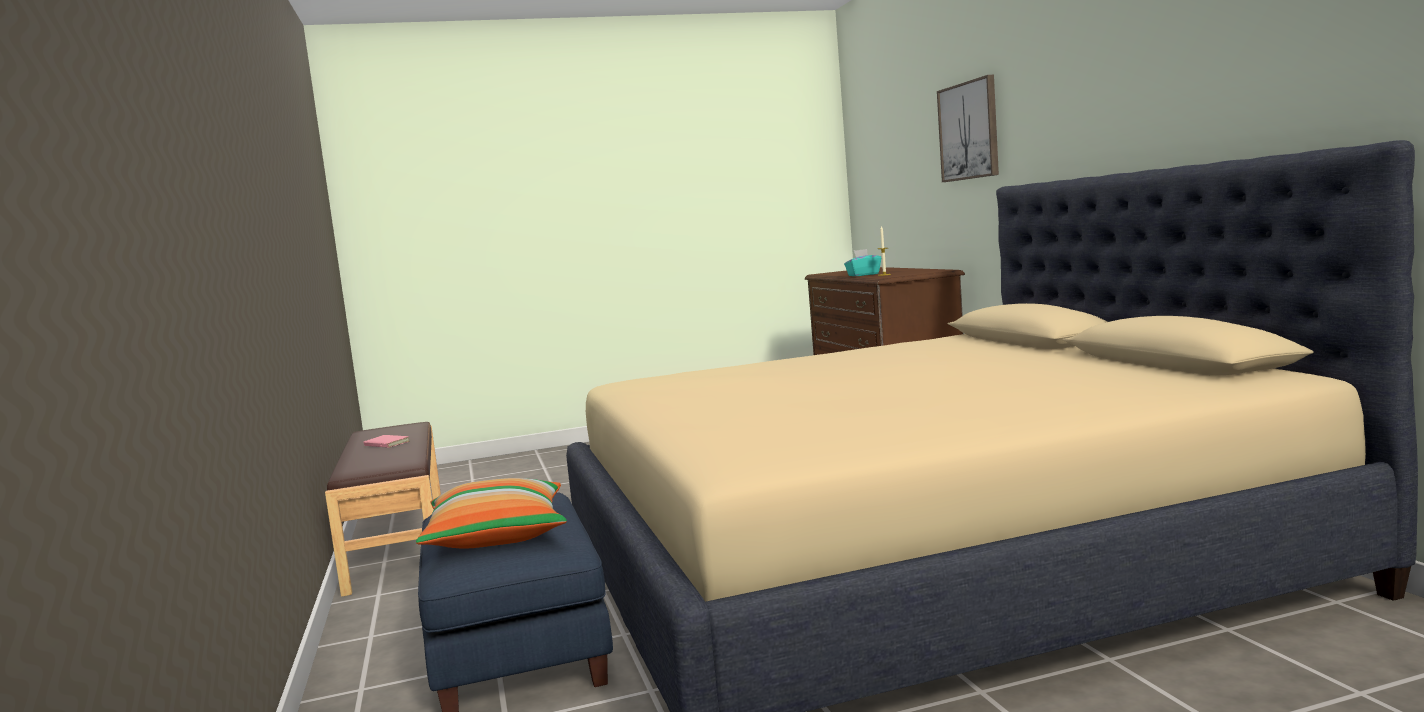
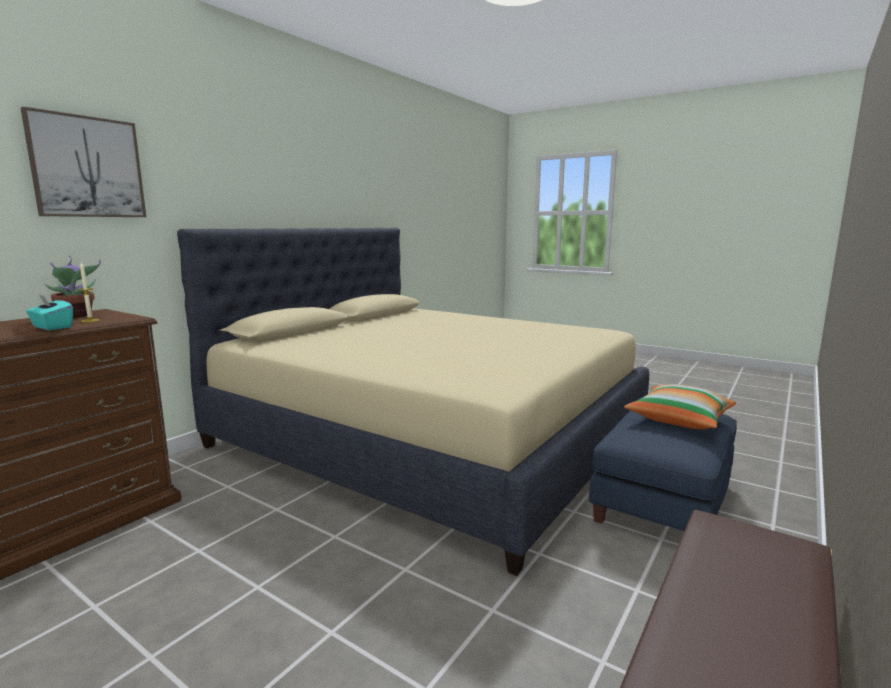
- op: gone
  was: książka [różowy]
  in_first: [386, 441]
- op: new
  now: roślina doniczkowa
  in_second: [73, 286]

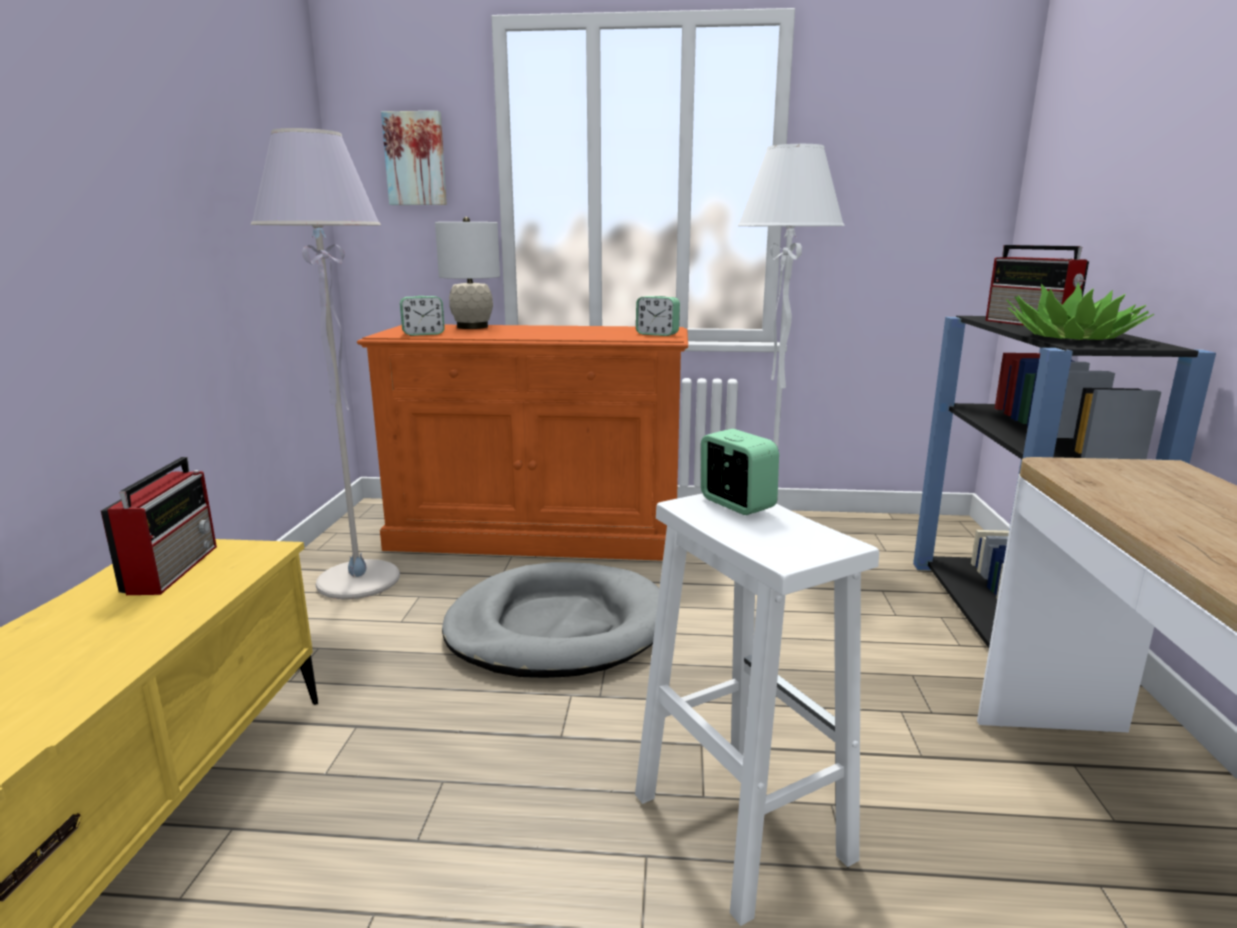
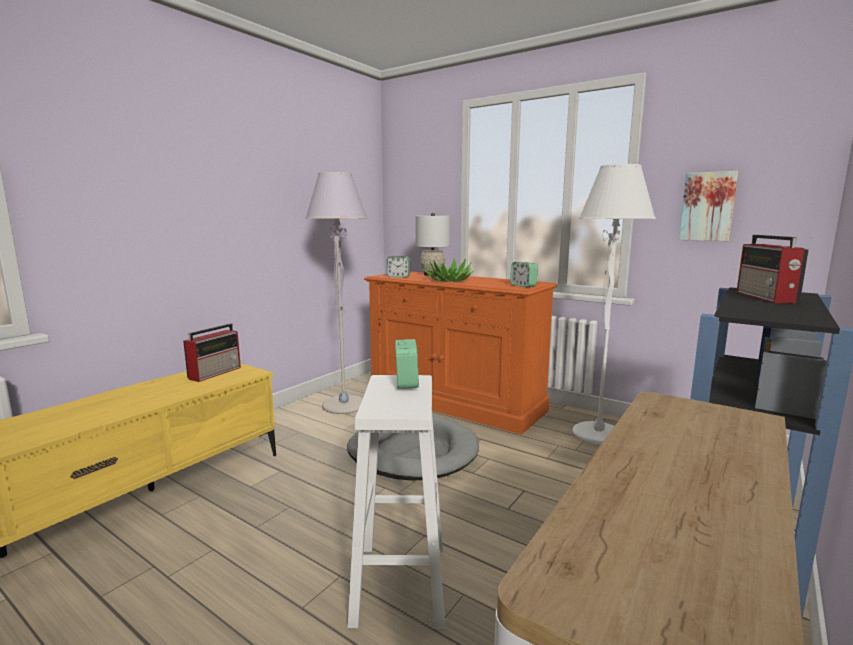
- op: shifted
  was: obraz
  in_first: [414, 158]
  in_second: [708, 206]
- op: shifted
  was: roślina doniczkowa
  in_first: [1080, 311]
  in_second: [449, 269]

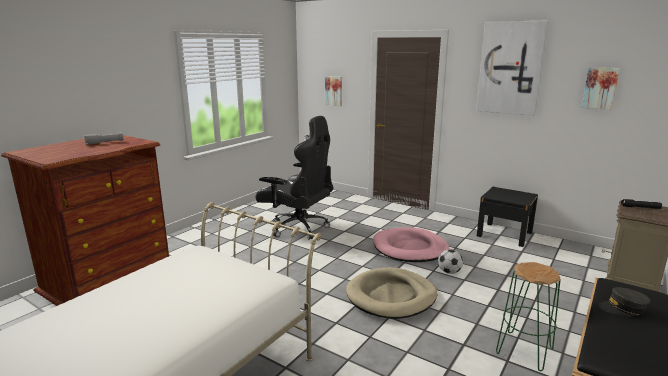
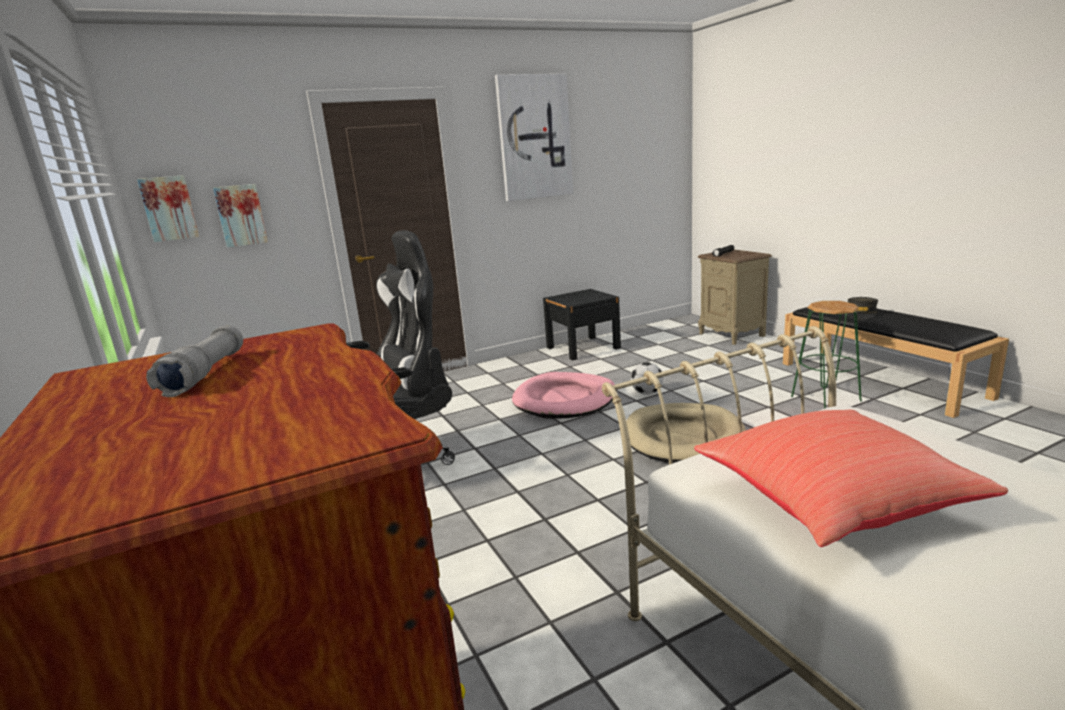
- op: shifted
  was: obraz
  in_first: [601, 88]
  in_second: [168, 208]
- op: new
  now: poduszka [czerwony]
  in_second: [851, 478]

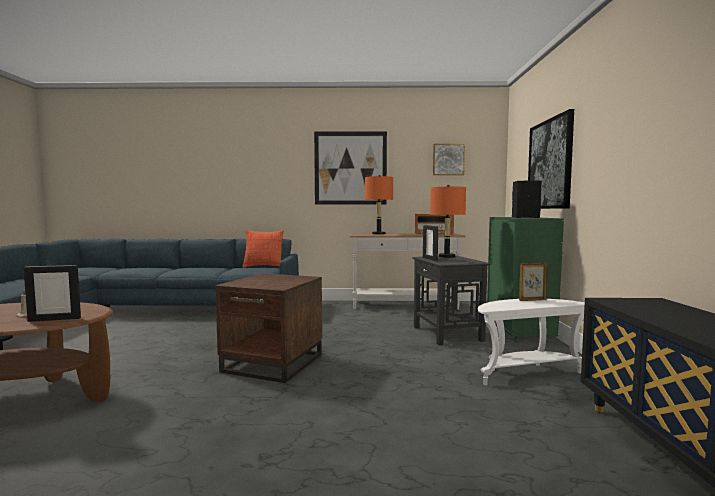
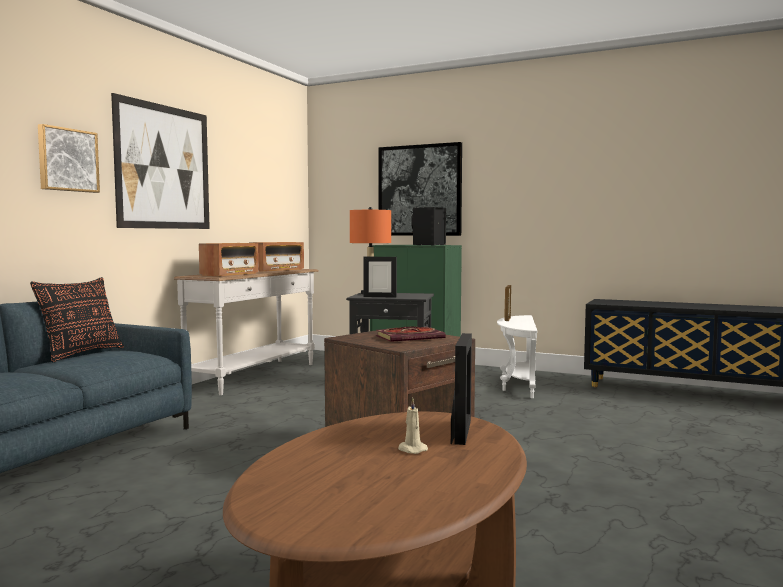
- op: repainted
  was: poduszka [pomarańczowy]
  now: poduszka [czarny]
  in_first: [263, 249]
  in_second: [77, 319]
- op: swapped
  was: lampa stołowa [pomarańczowy]
  now: radio
  in_first: [379, 205]
  in_second: [229, 259]
- op: shifted
  was: obraz
  in_first: [449, 159]
  in_second: [69, 158]
- op: new
  now: książka
  in_second: [411, 334]

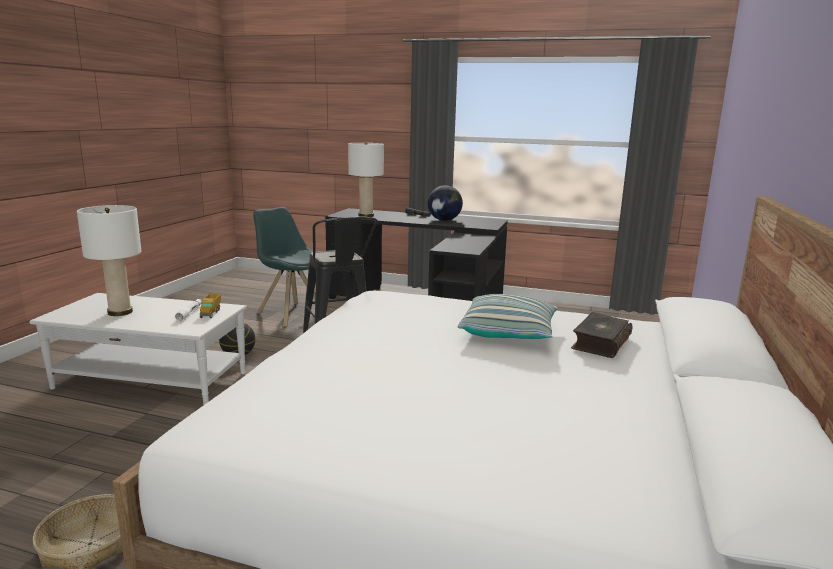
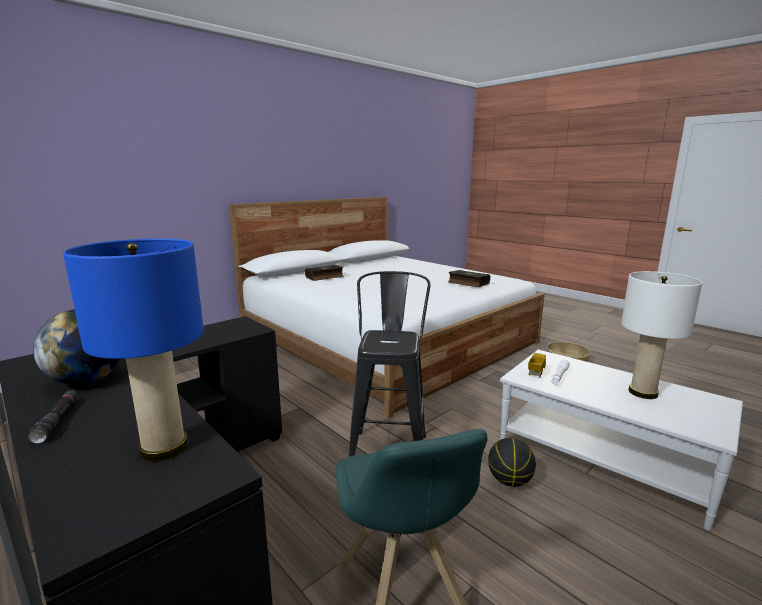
- op: repainted
  was: lampa stołowa [biały]
  now: lampa stołowa [niebieski]
  in_first: [366, 180]
  in_second: [133, 350]
- op: gone
  was: poduszka
  in_first: [508, 316]
- op: new
  now: książka
  in_second: [469, 278]

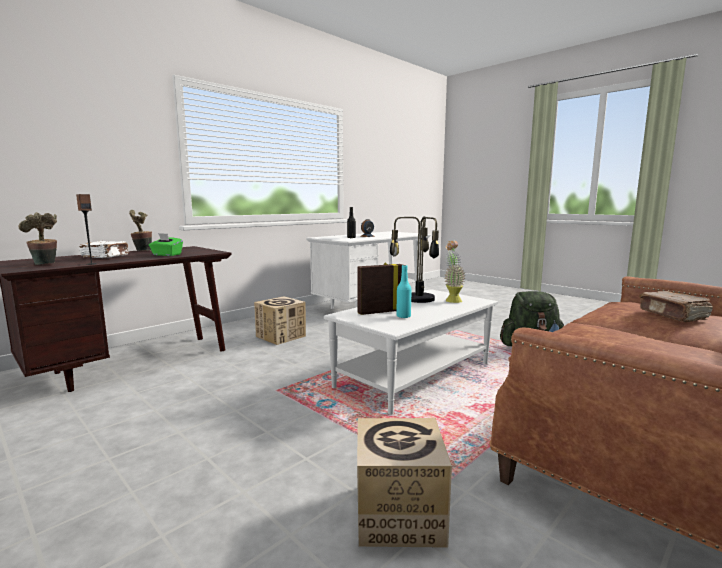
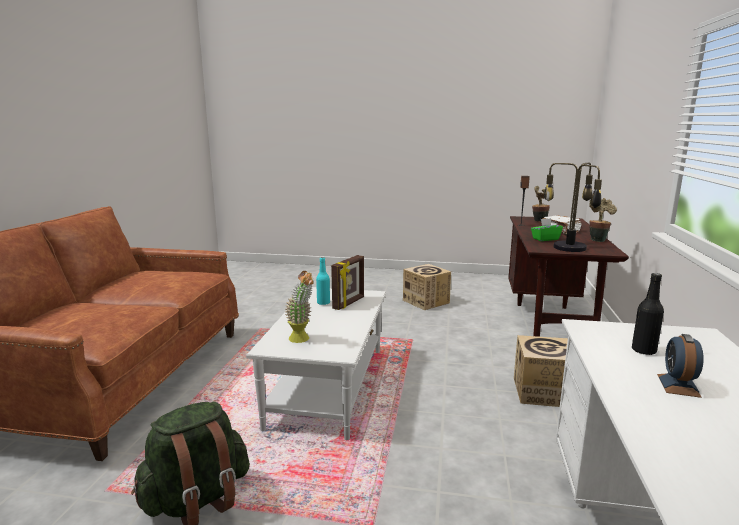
- op: shifted
  was: karton
  in_first: [404, 483]
  in_second: [427, 287]
- op: shifted
  was: lampa stołowa
  in_first: [414, 259]
  in_second: [573, 207]
- op: gone
  was: książka [brązowy]
  in_first: [676, 306]

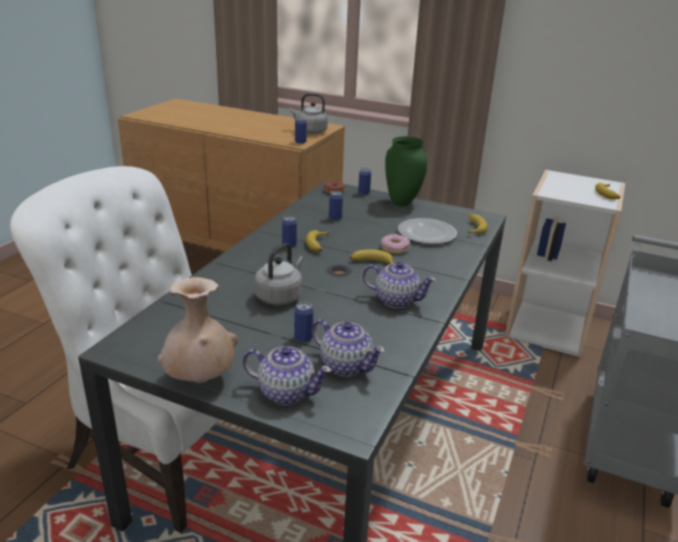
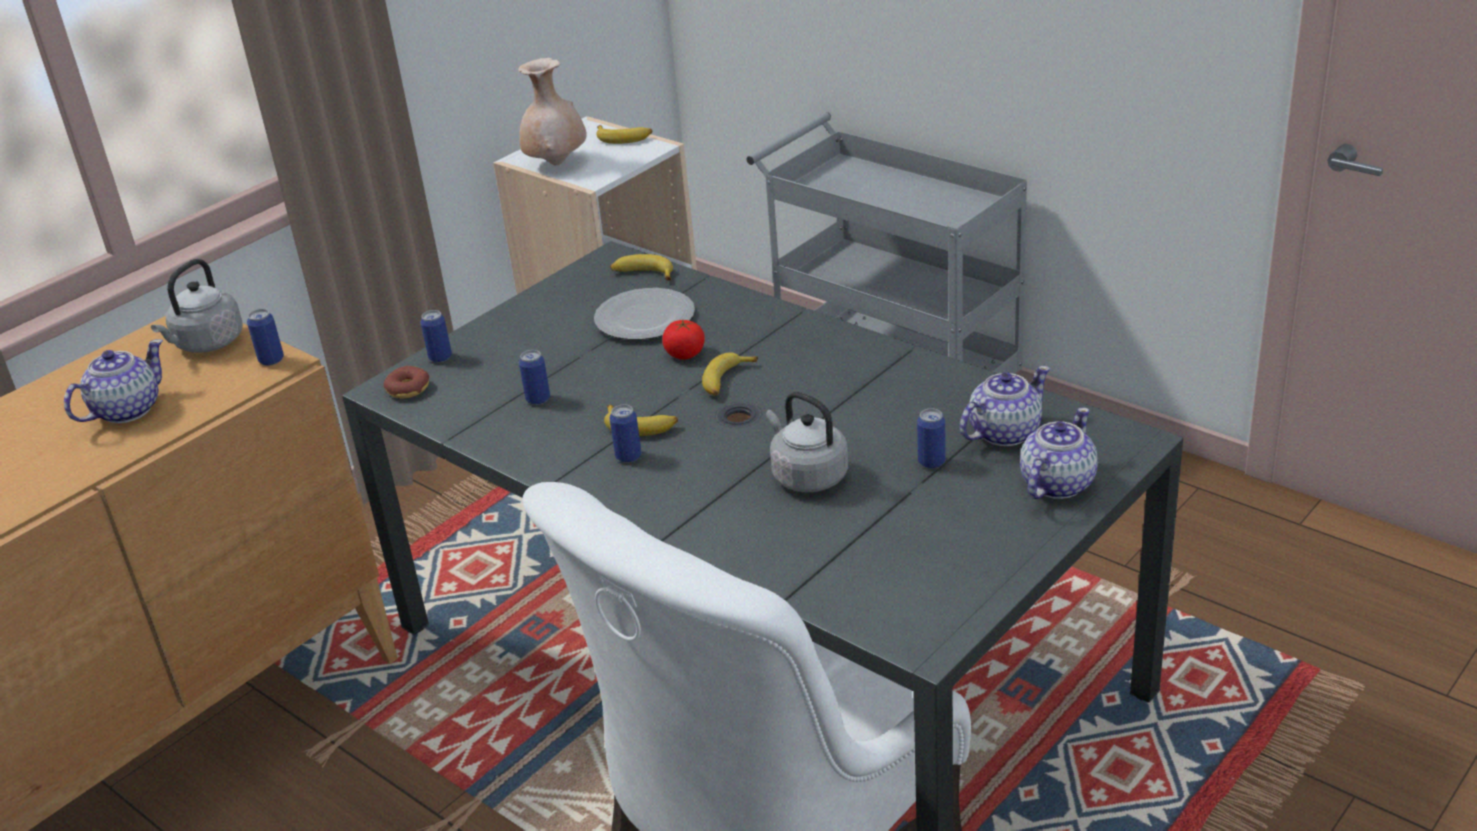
- op: shifted
  was: wazon [beżowy]
  in_first: [198, 330]
  in_second: [552, 111]
- op: shifted
  was: imbryk
  in_first: [399, 285]
  in_second: [113, 381]
- op: swapped
  was: donut
  now: pomidor
  in_first: [395, 244]
  in_second: [683, 340]
- op: gone
  was: wazon [zielony]
  in_first: [406, 171]

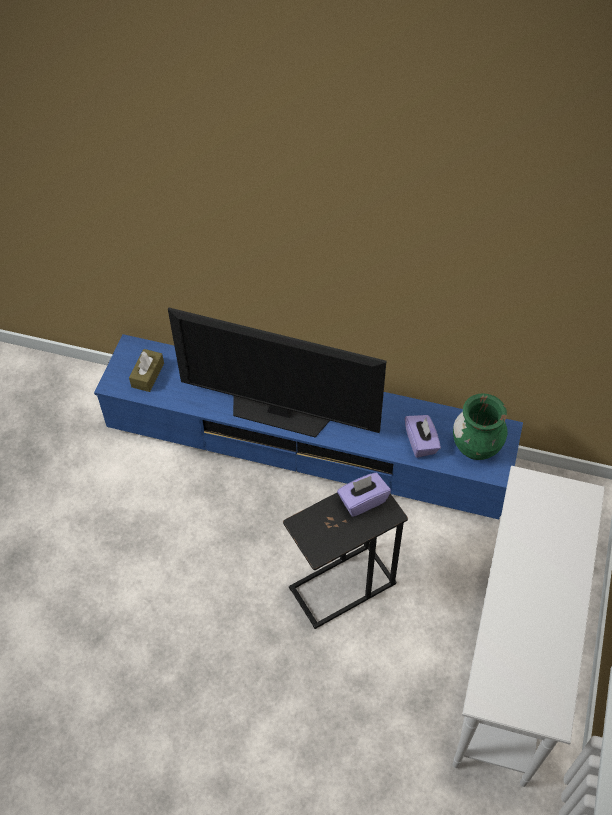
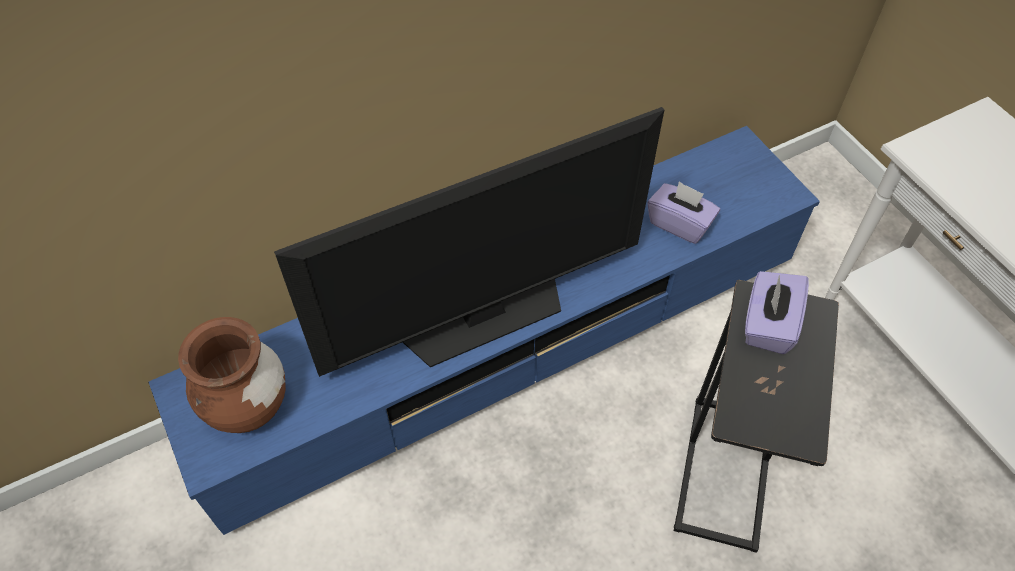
- op: swapped
  was: pudełko chusteczek [brązowy]
  now: wazon [brązowy]
  in_first: [146, 370]
  in_second: [232, 375]
- op: gone
  was: wazon [zielony]
  in_first: [480, 426]

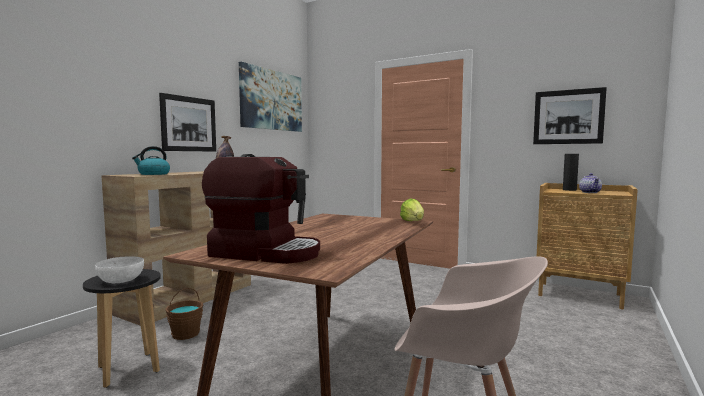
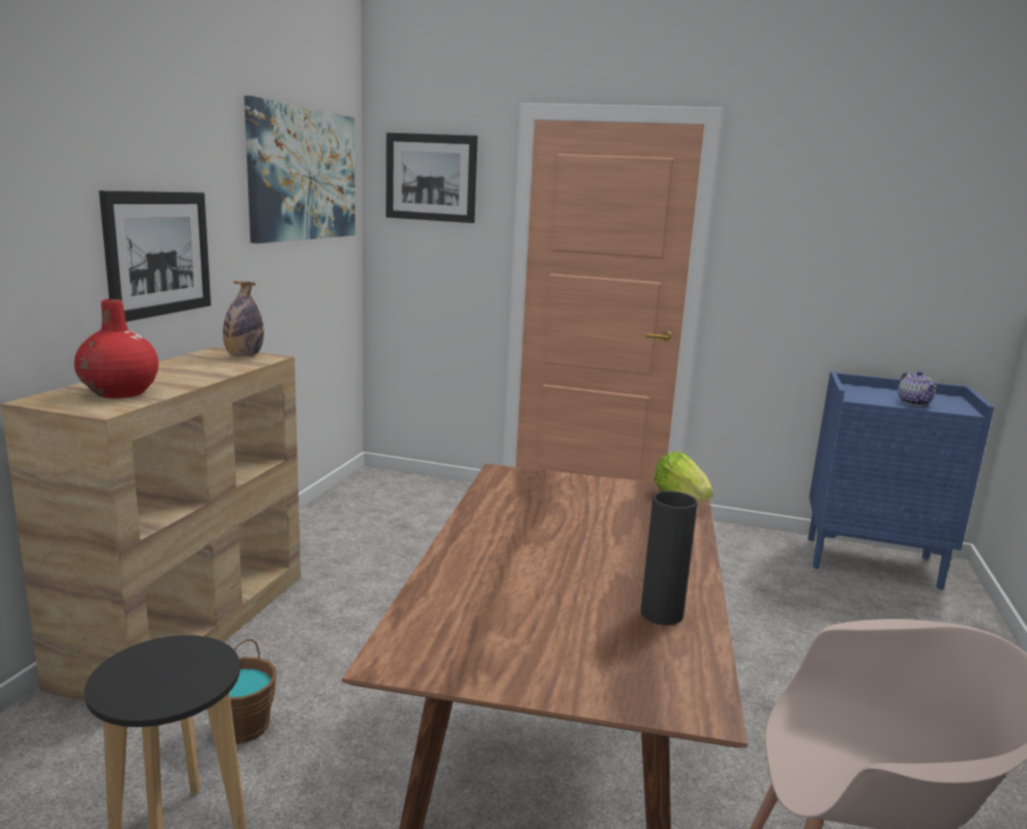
- op: gone
  was: miska [biały]
  in_first: [119, 269]
- op: swapped
  was: czajnik
  now: wazon [czerwony]
  in_first: [151, 160]
  in_second: [116, 348]
- op: gone
  was: ekspres do kawy
  in_first: [261, 209]
- op: shifted
  was: obraz
  in_first: [570, 115]
  in_second: [432, 178]
- op: repainted
  was: szafka [brązowy]
  now: szafka [niebieski]
  in_first: [587, 246]
  in_second: [901, 480]
- op: shifted
  was: wazon [czarny]
  in_first: [571, 172]
  in_second: [669, 558]

